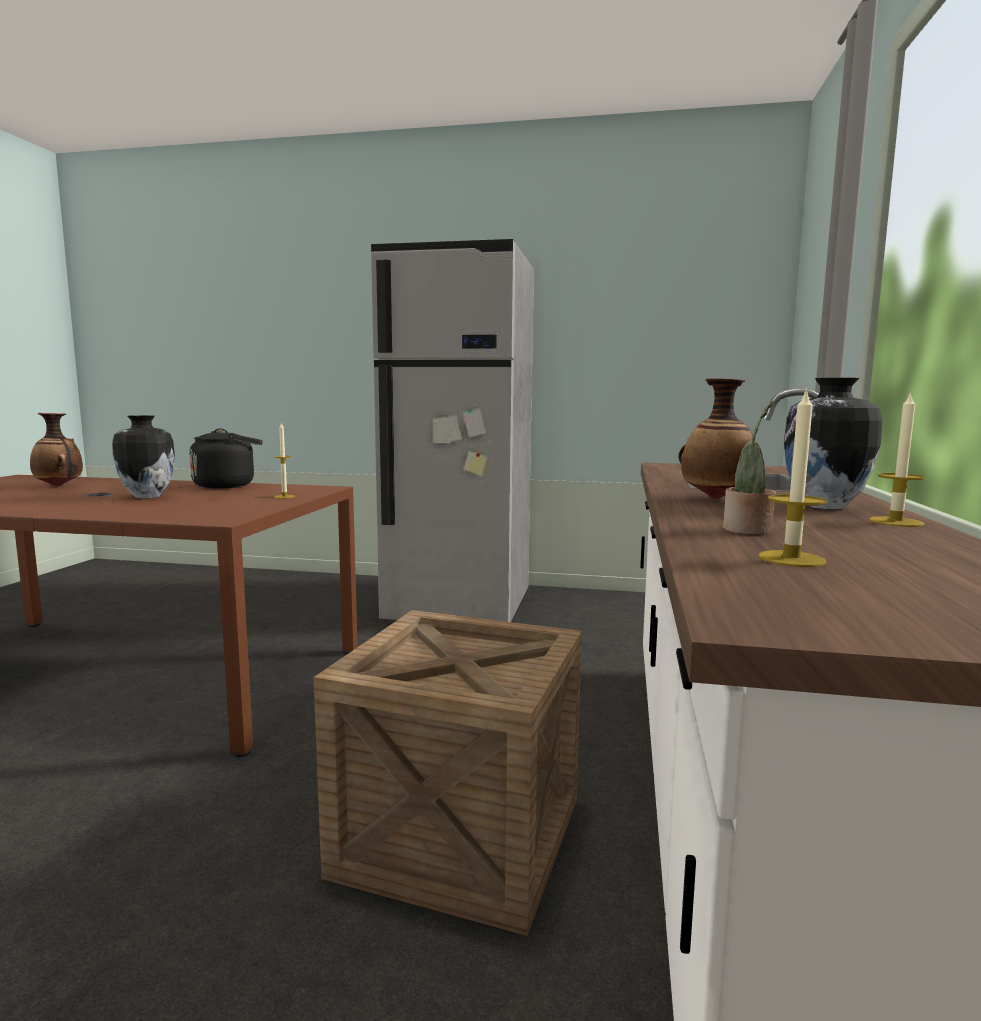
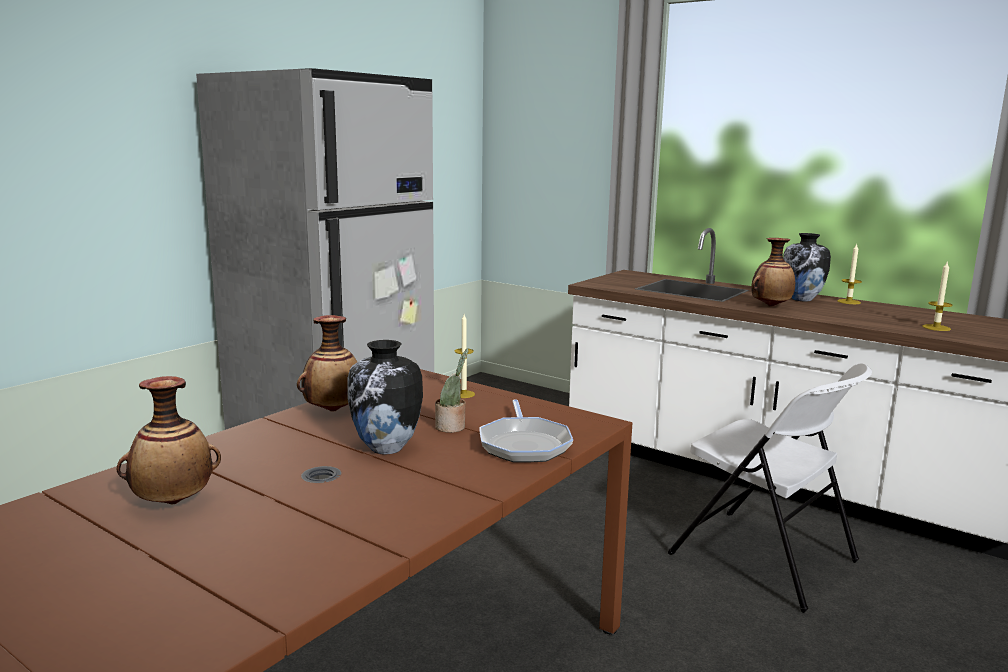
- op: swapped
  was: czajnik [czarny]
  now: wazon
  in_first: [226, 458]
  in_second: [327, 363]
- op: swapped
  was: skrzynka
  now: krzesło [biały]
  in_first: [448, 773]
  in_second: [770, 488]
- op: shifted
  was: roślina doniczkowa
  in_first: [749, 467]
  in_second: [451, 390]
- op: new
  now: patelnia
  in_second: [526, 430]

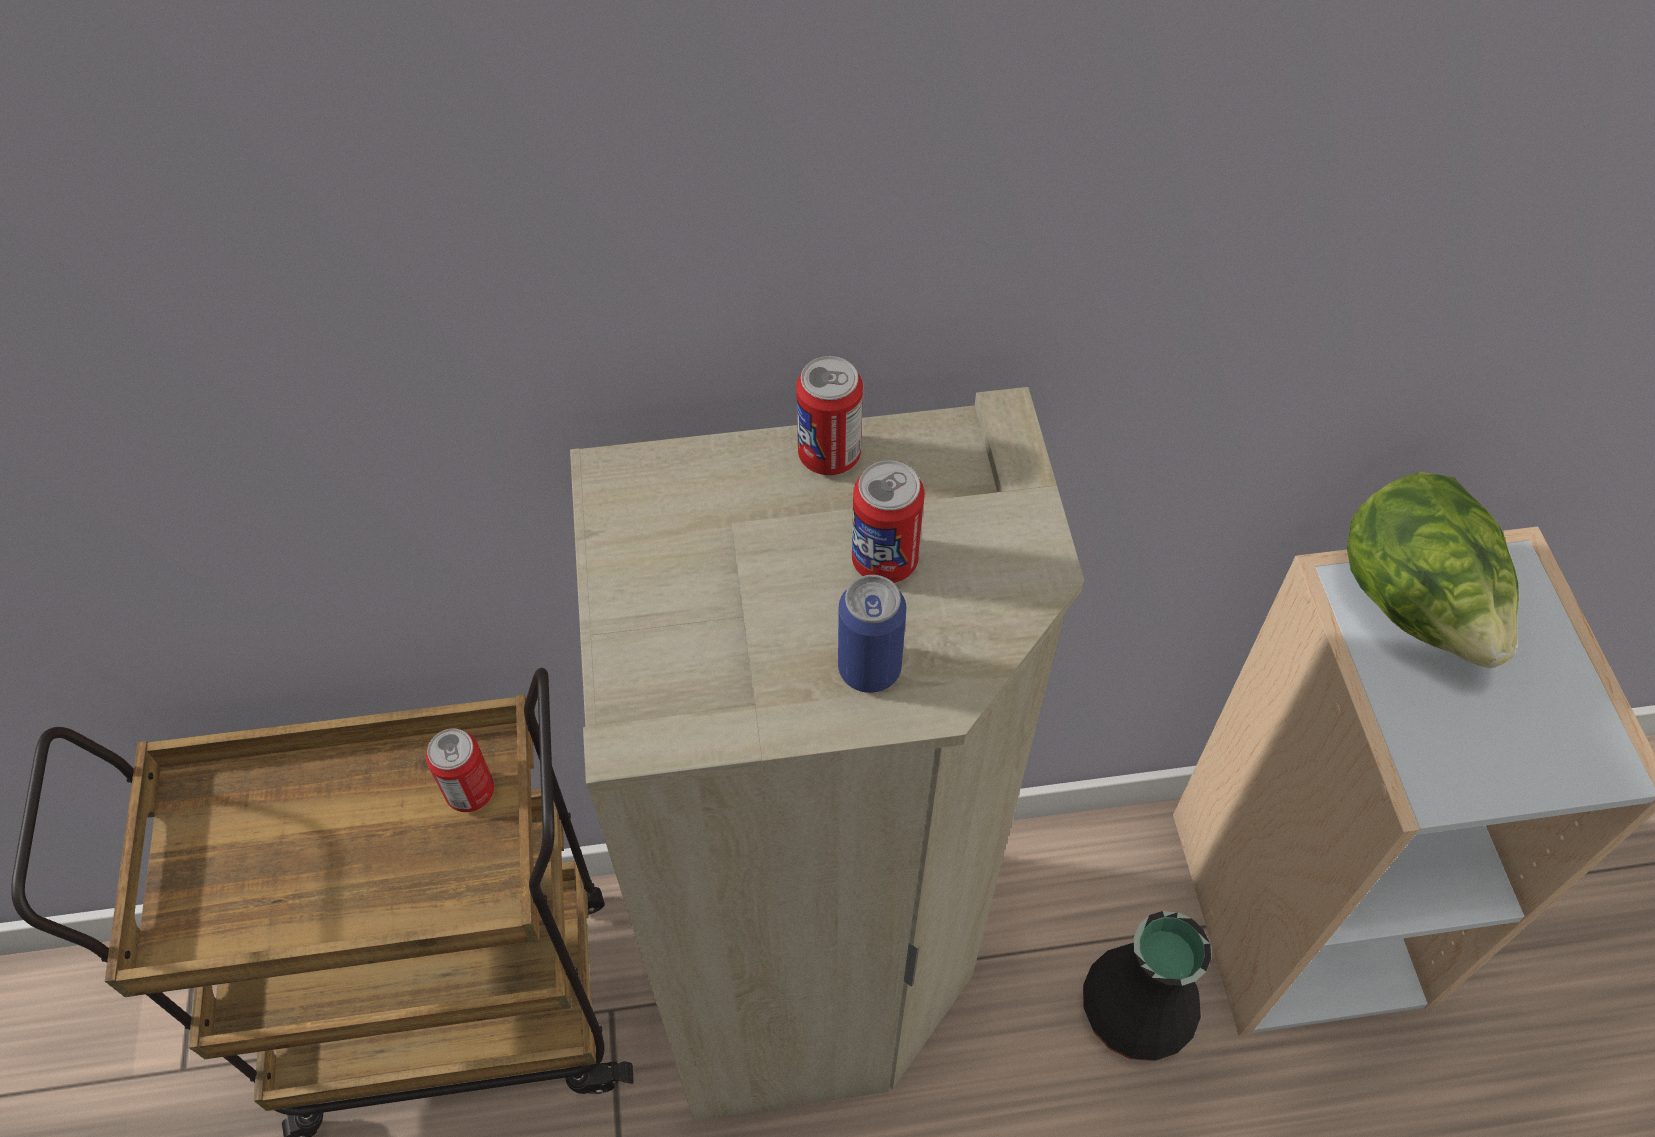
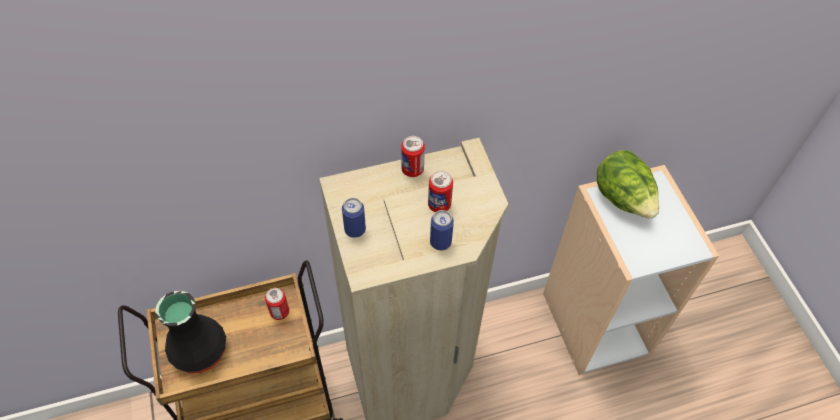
- op: shifted
  was: wazon [czarny]
  in_first: [1147, 986]
  in_second: [190, 332]
- op: new
  now: puszka
  in_second: [354, 218]

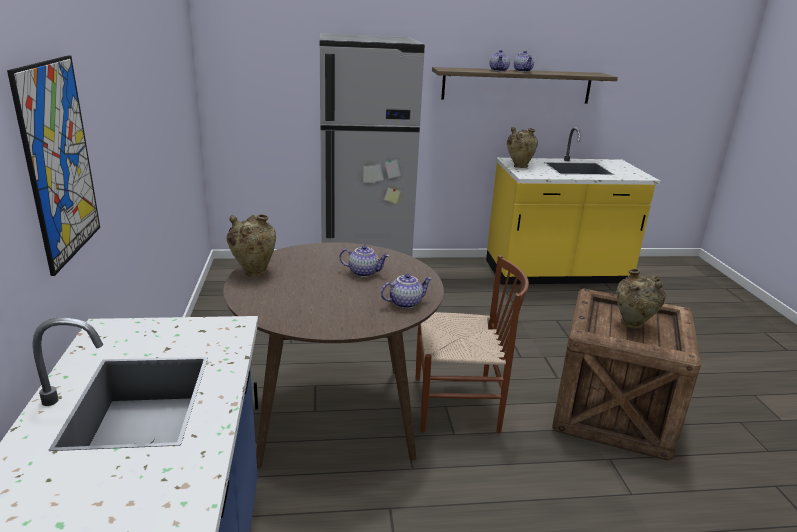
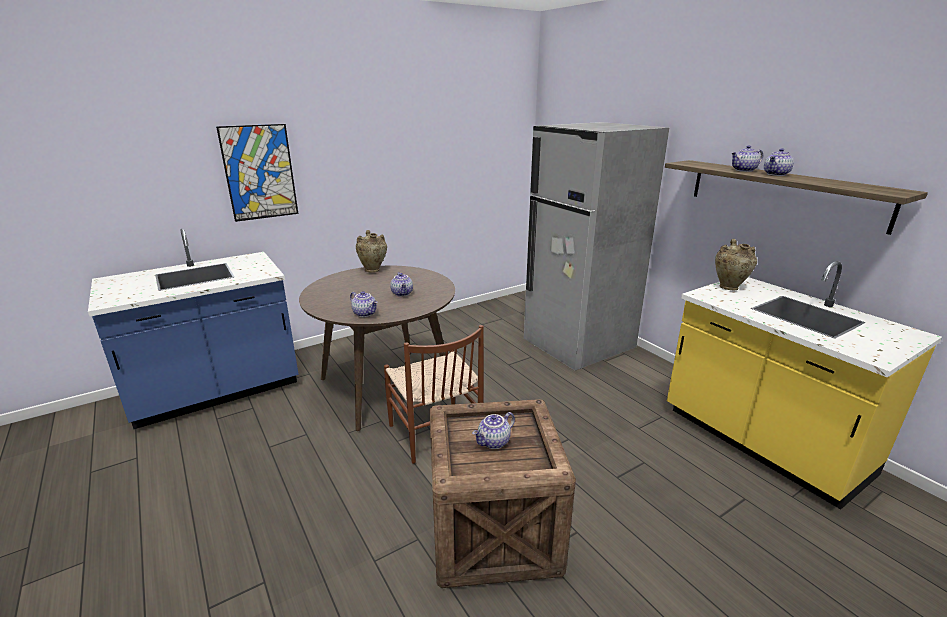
- op: swapped
  was: wazon [beżowy]
  now: imbryk
  in_first: [641, 299]
  in_second: [493, 430]

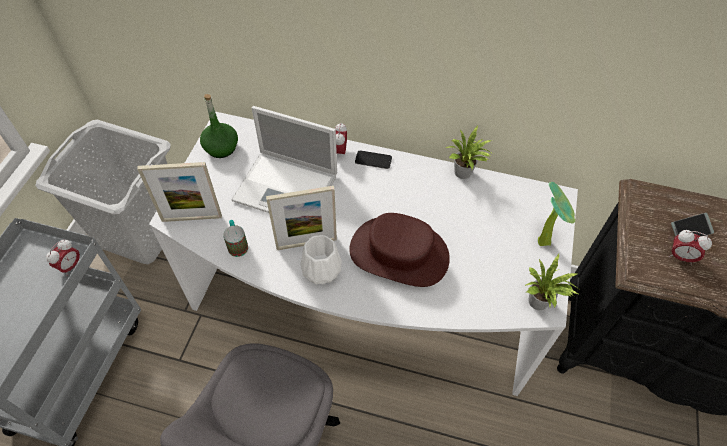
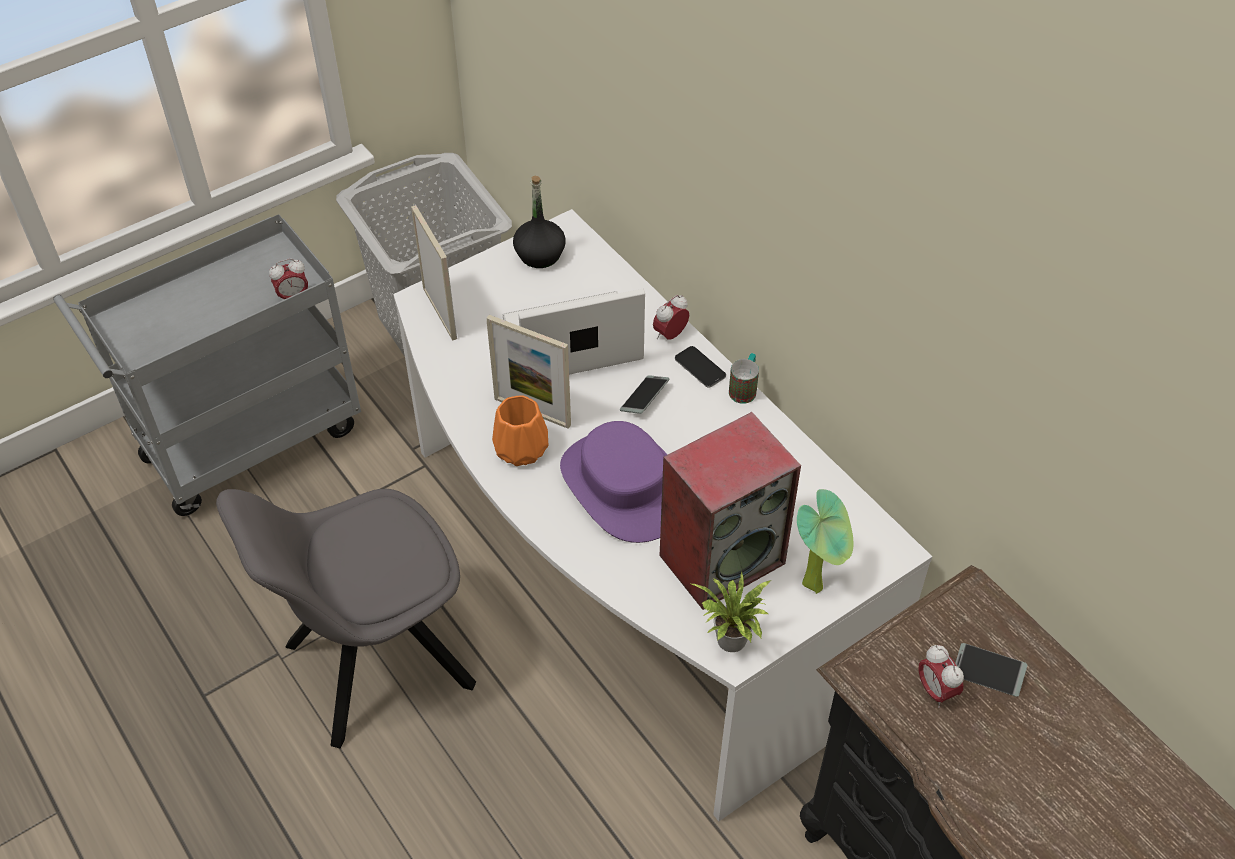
- op: rotated
  was: ramka na zdjęcie
  in_first: [179, 192]
  in_second: [434, 273]
  clockwise: -150
- op: repainted
  was: butelka [zielony]
  now: butelka [czarny]
  in_first: [219, 126]
  in_second: [539, 221]
- op: shifted
  was: kubek
  in_first: [235, 238]
  in_second: [744, 378]
- op: rotated
  was: laptop
  in_first: [284, 159]
  in_second: [574, 332]
  clockwise: 105
- op: repainted
  was: wazon [biały]
  now: wazon [pomarańczowy]
  in_first: [321, 259]
  in_second: [520, 430]
- op: repainted
  was: kapelusz [brązowy]
  now: kapelusz [fioletowy]
  in_first: [399, 250]
  in_second: [613, 482]
- op: gone
  was: roślina doniczkowa
  in_first: [470, 152]
- op: new
  now: telefon
  in_second: [644, 394]
- op: new
  now: głośnik
  in_second: [730, 511]

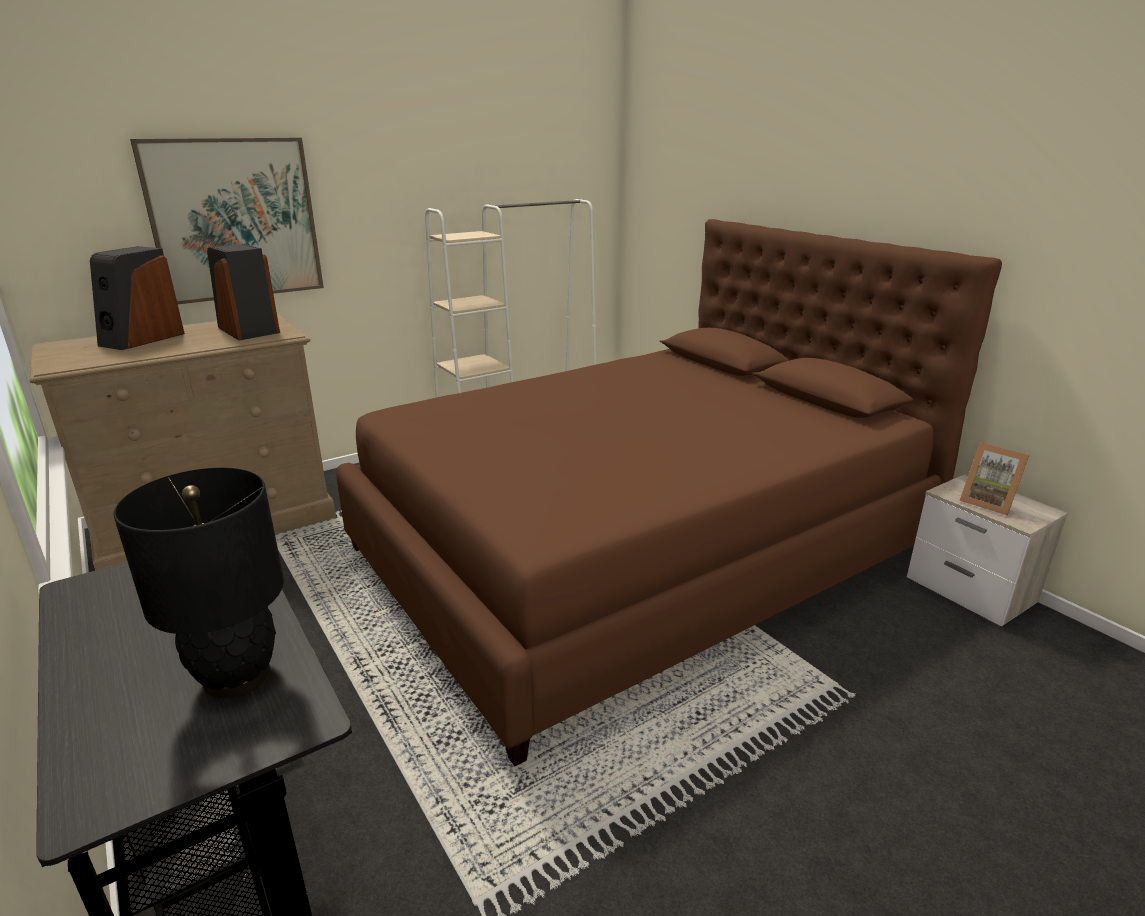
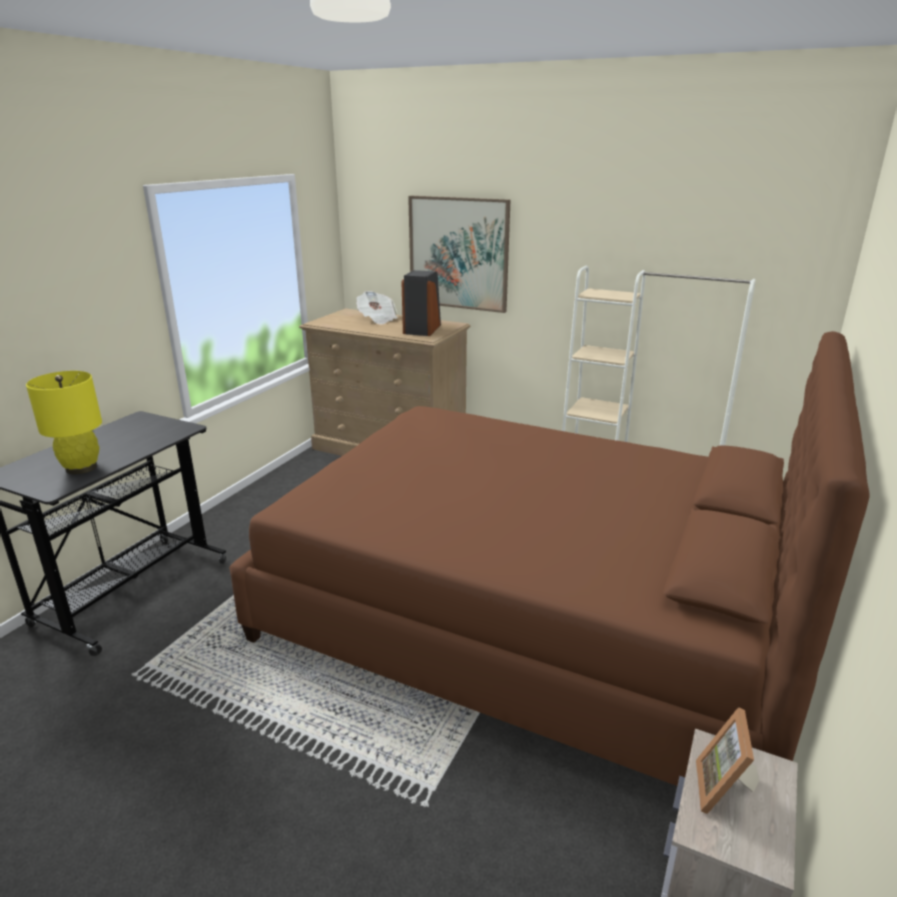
- op: swapped
  was: głośnik
  now: gazeta
  in_first: [137, 298]
  in_second: [377, 308]
- op: repainted
  was: lampa stołowa [czarny]
  now: lampa stołowa [żółty]
  in_first: [199, 583]
  in_second: [64, 422]

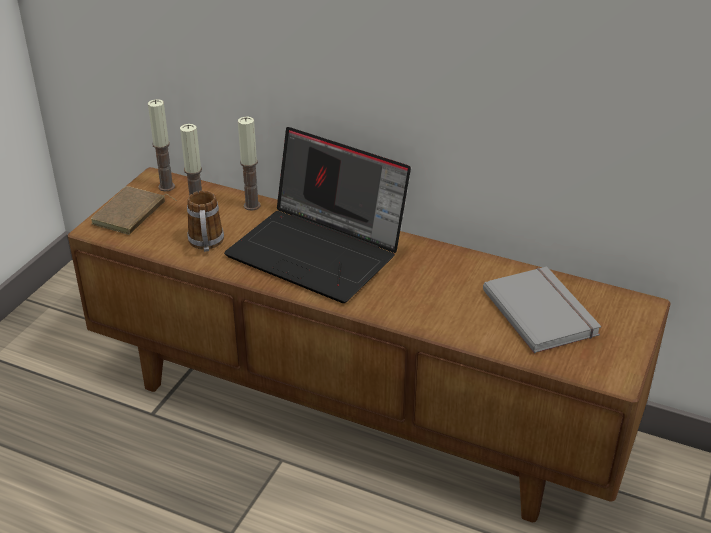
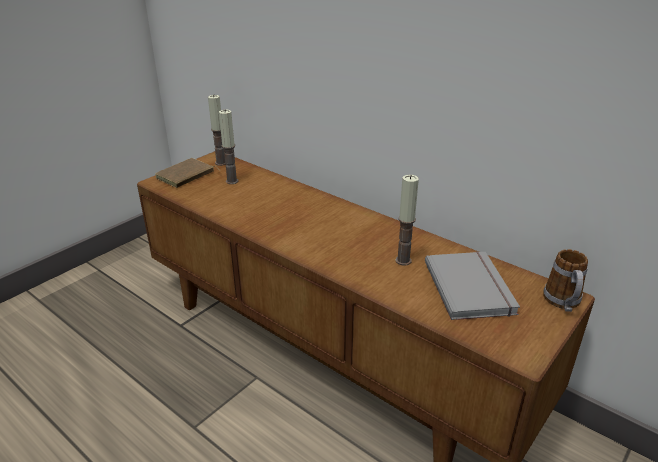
- op: shifted
  was: kubek
  in_first: [205, 221]
  in_second: [565, 280]
- op: gone
  was: laptop
  in_first: [317, 215]
- op: shifted
  was: świeca
  in_first: [249, 163]
  in_second: [407, 220]

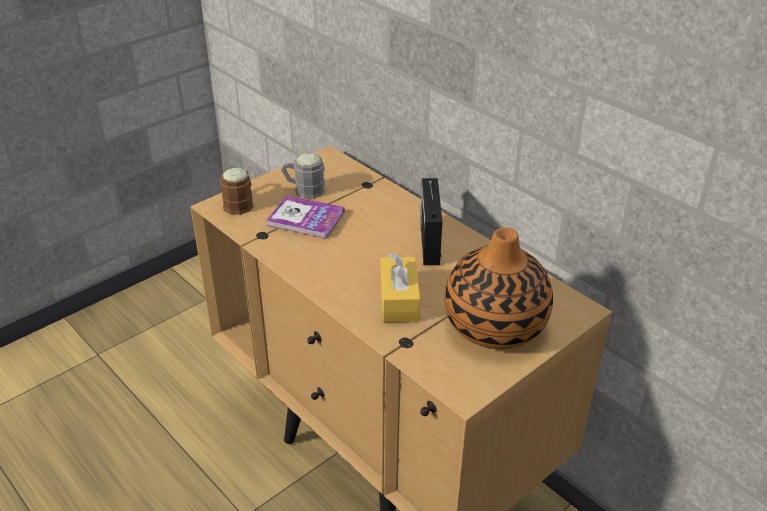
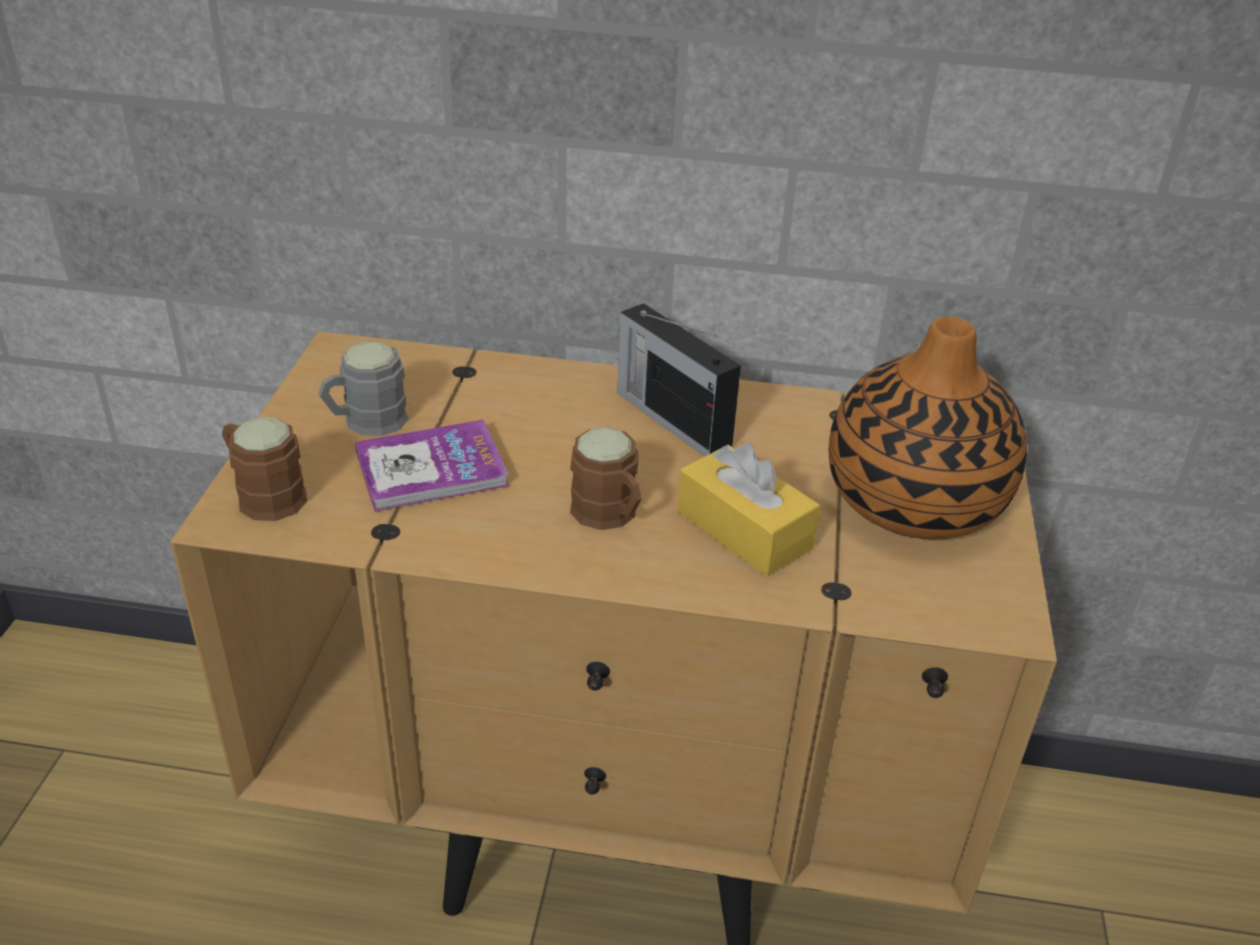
- op: new
  now: kubek [brązowy]
  in_second: [606, 478]

